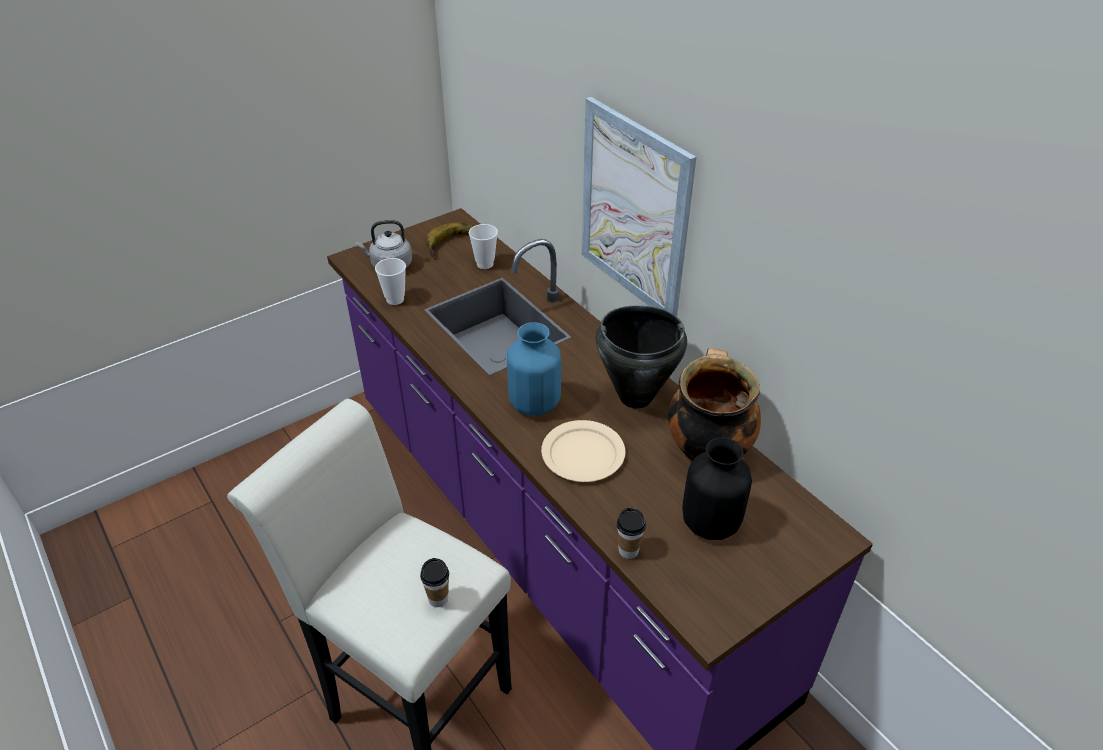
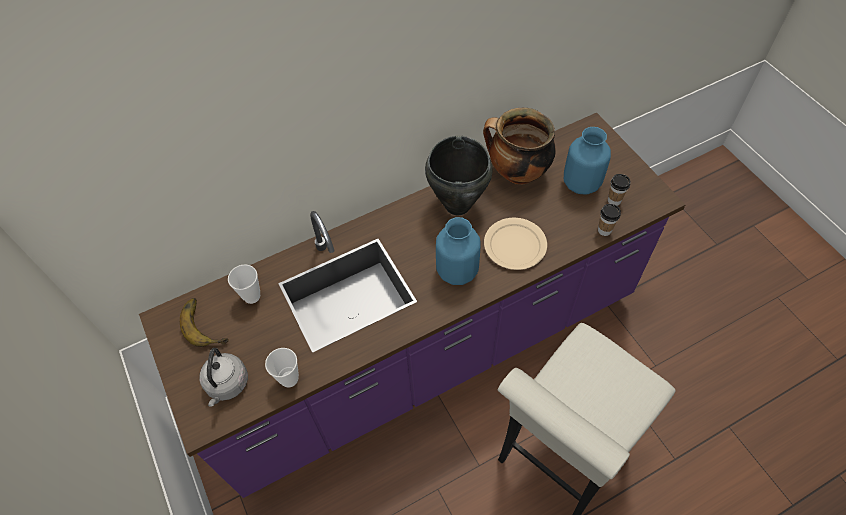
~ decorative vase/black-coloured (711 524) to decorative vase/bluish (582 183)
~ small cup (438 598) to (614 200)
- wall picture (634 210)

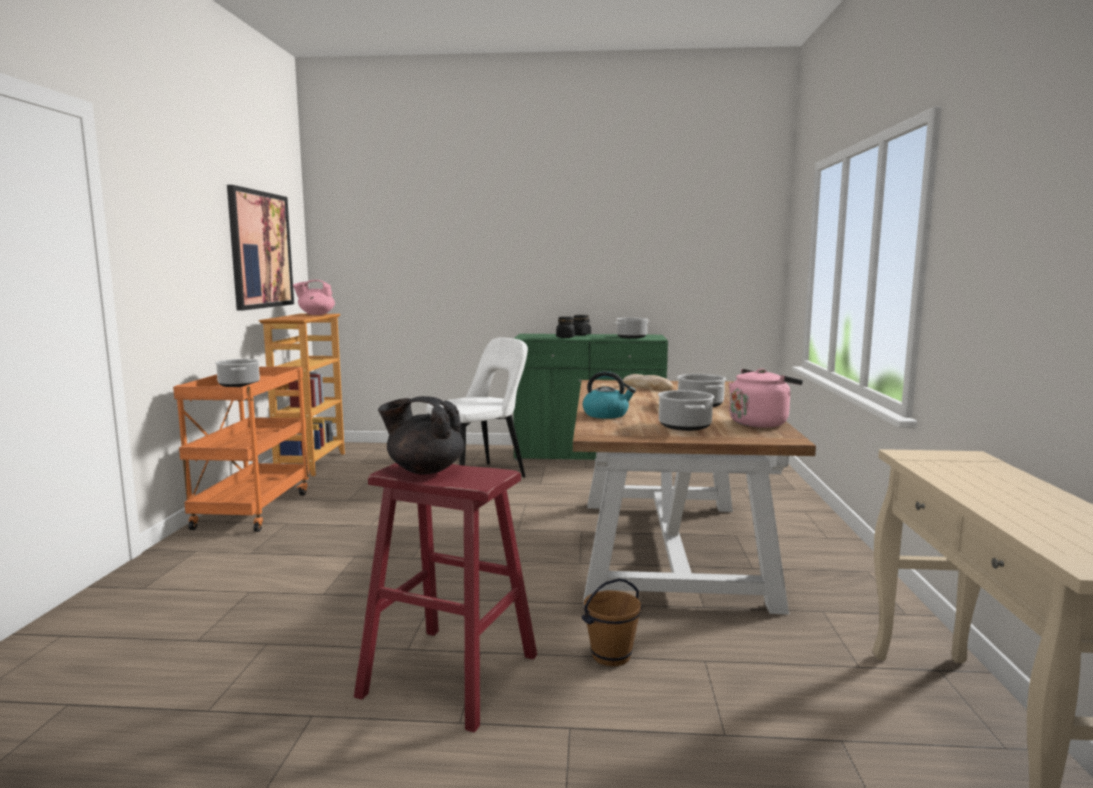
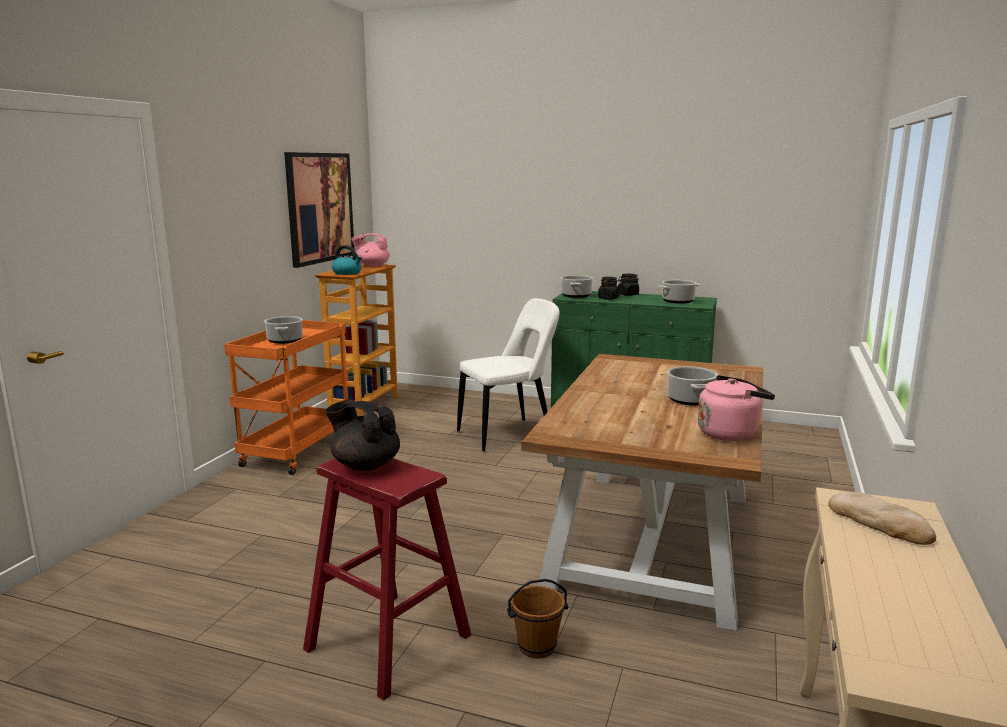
~ tea kettle (606 414) to (347 273)
~ cooking pot (685 426) to (576 296)
~ bakery bread (647 387) to (880 523)

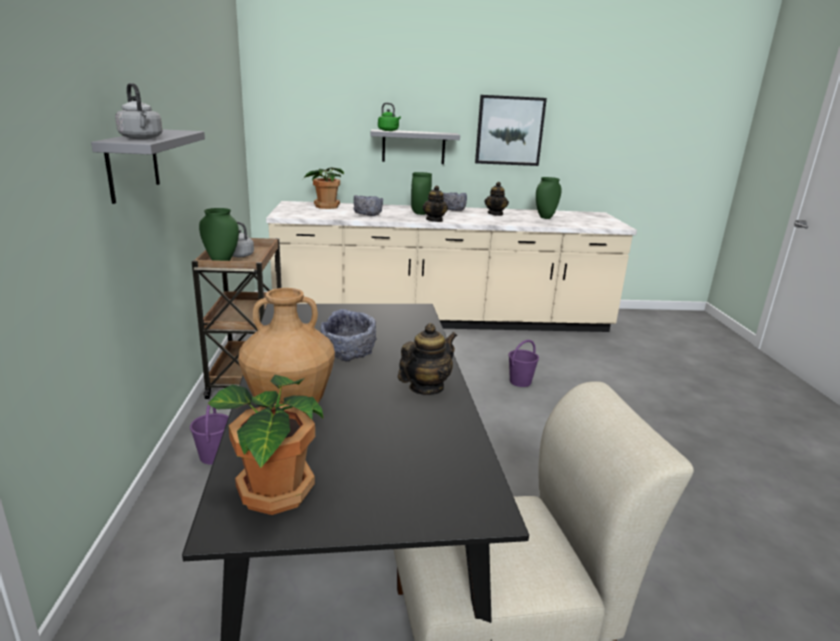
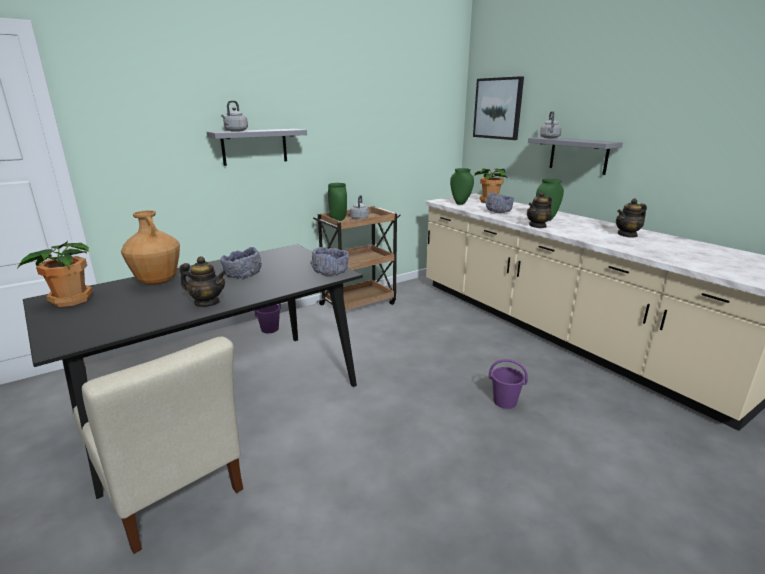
~ bowl/gray (452 209) to (330 272)
~ decorative vase/green-coloured (545 217) to (460 203)
~ wall picture (509 130) to (498 108)
~ tea kettle/green-coloured (389 130) to tea kettle/gray (549 138)

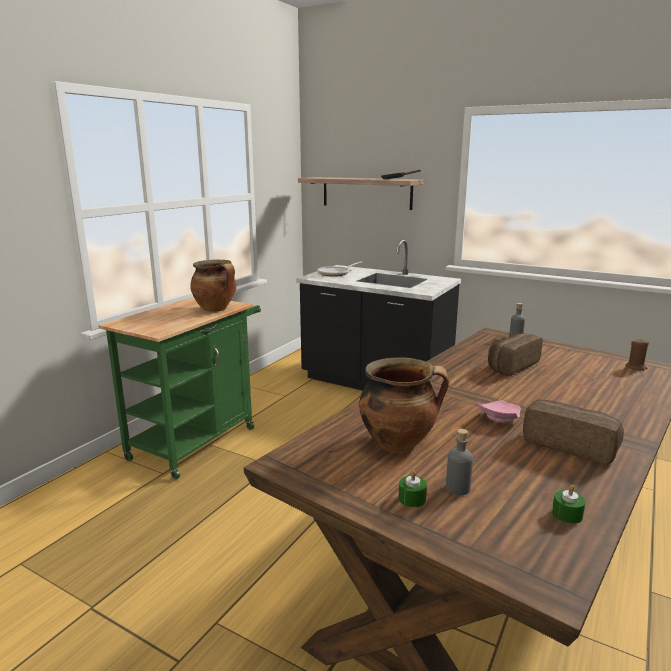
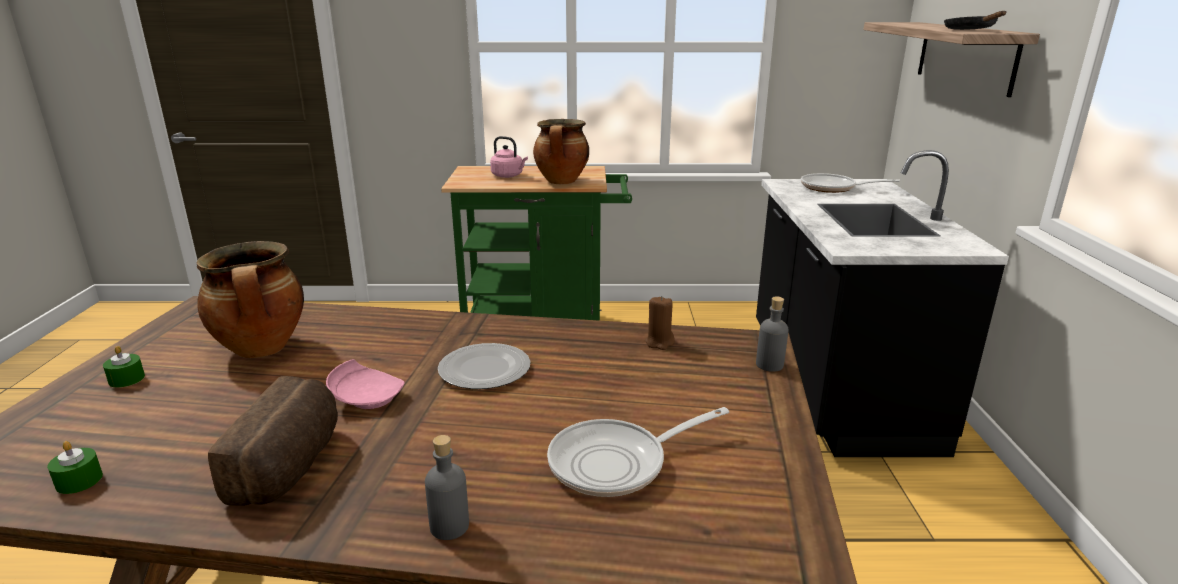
~ drink bottle/gray (457 488) to (449 526)
+ dinner plate (486 370)
+ tea kettle/pinkish (508 176)
+ pan (617 463)
~ wax candle/brownish (636 367) to (659 342)
- bakery bread (510 366)

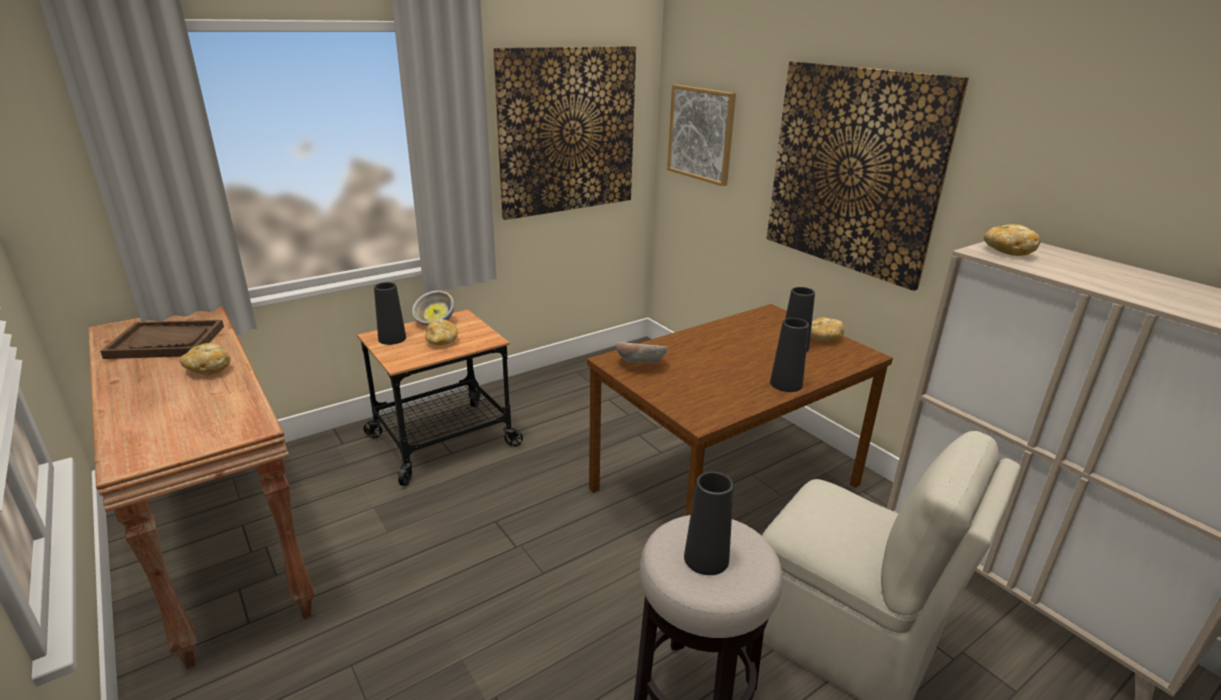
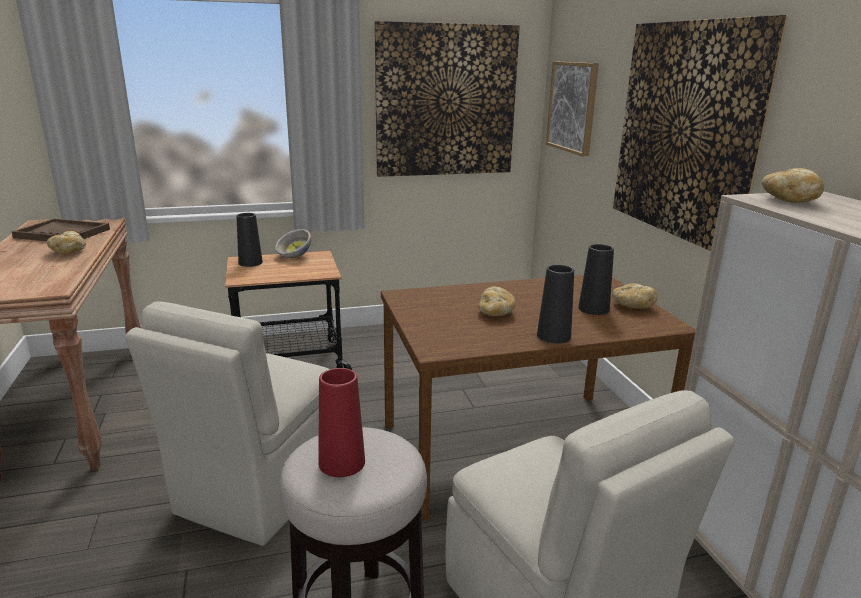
+ chair/beige (258 489)
~ decorative vase/black-coloured (706 558) to decorative vase/red-coloured (342 462)
~ bakery bread (441 341) to (495 312)
- bowl (640 364)

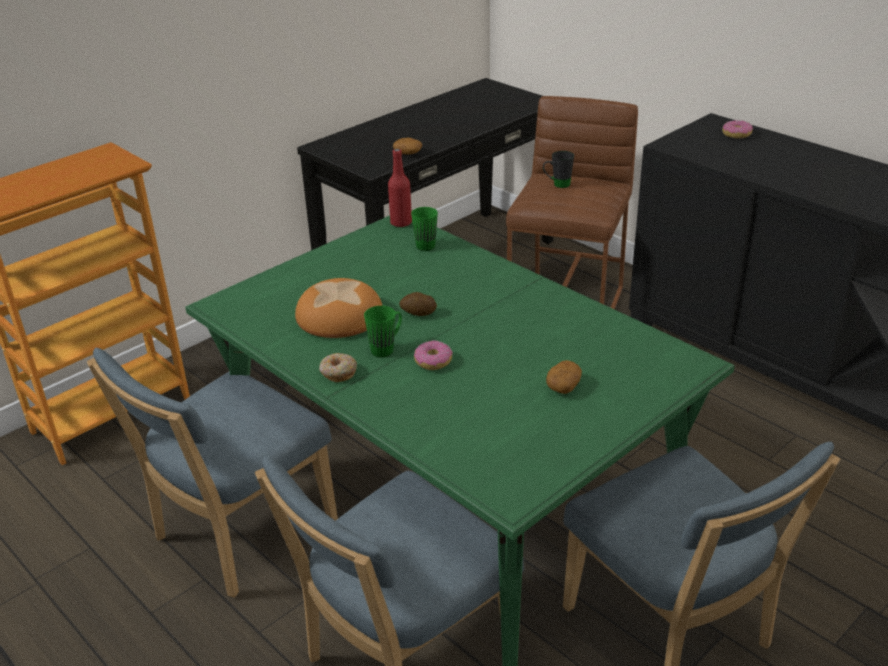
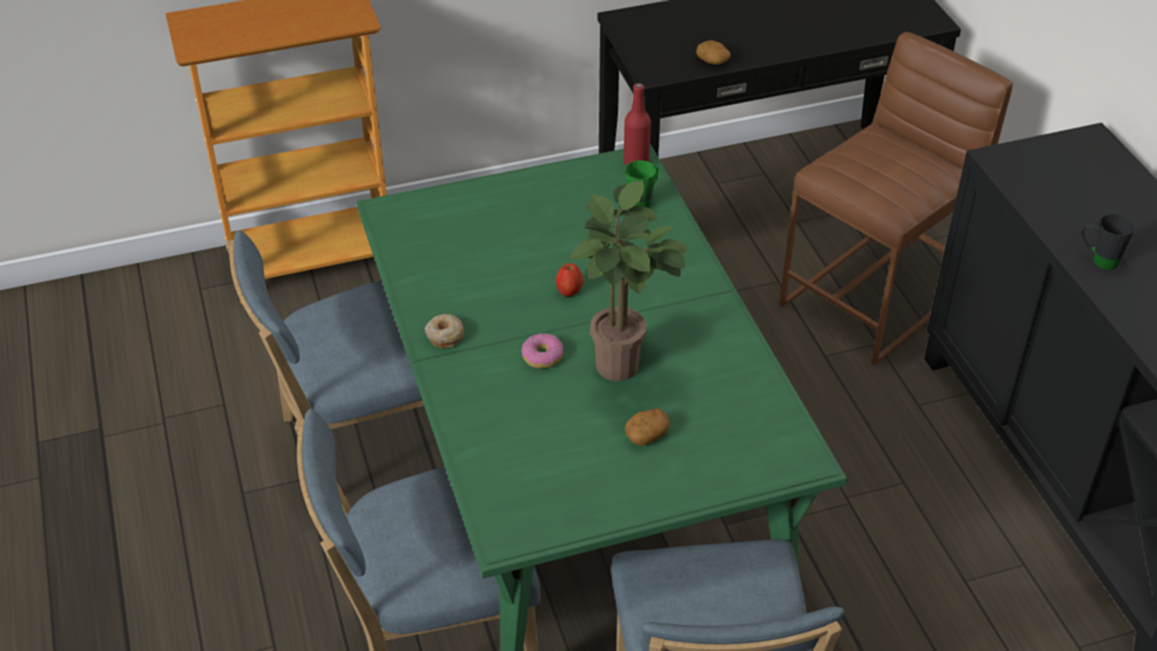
~ spud (418 313) to apple (569 292)
+ potted plant (622 371)
~ tea mug/black-coloured (557 184) to (1098 260)
- bakery bread (340 315)
- tea mug/green-coloured (387 348)
- ring doughnut (736 134)

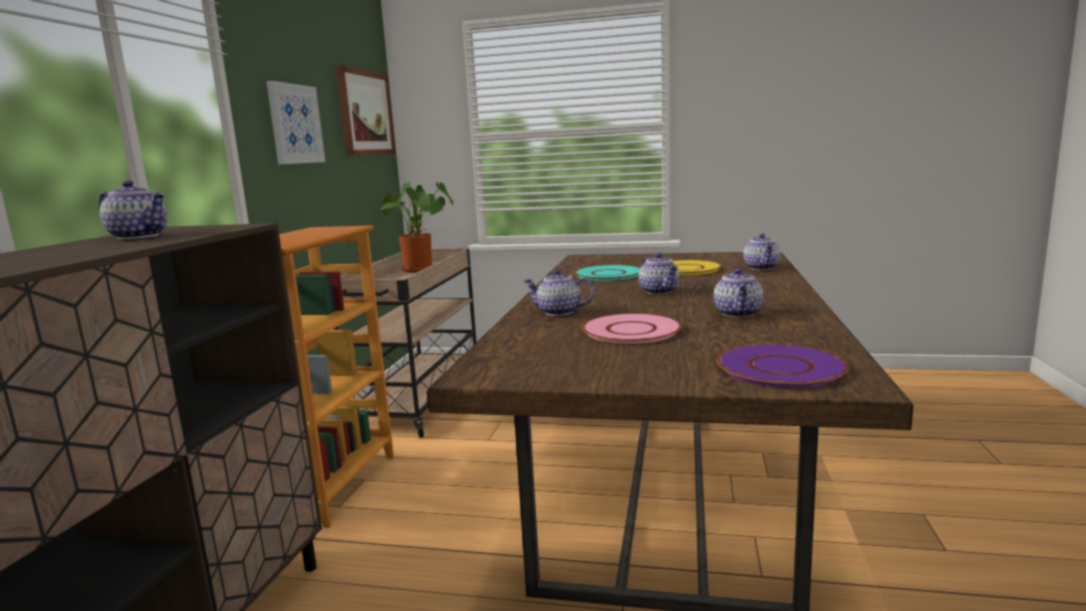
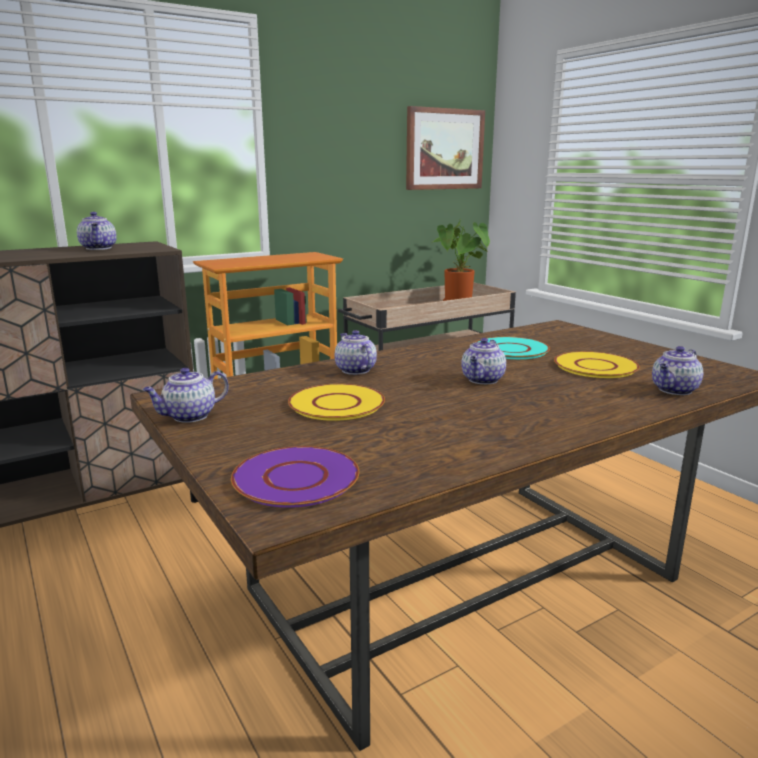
~ pot for tea (738 313) to (189 416)
~ dinner plate/pinkish (632 330) to dinner plate/yellow-coloured (337 404)
- wall picture (295 124)

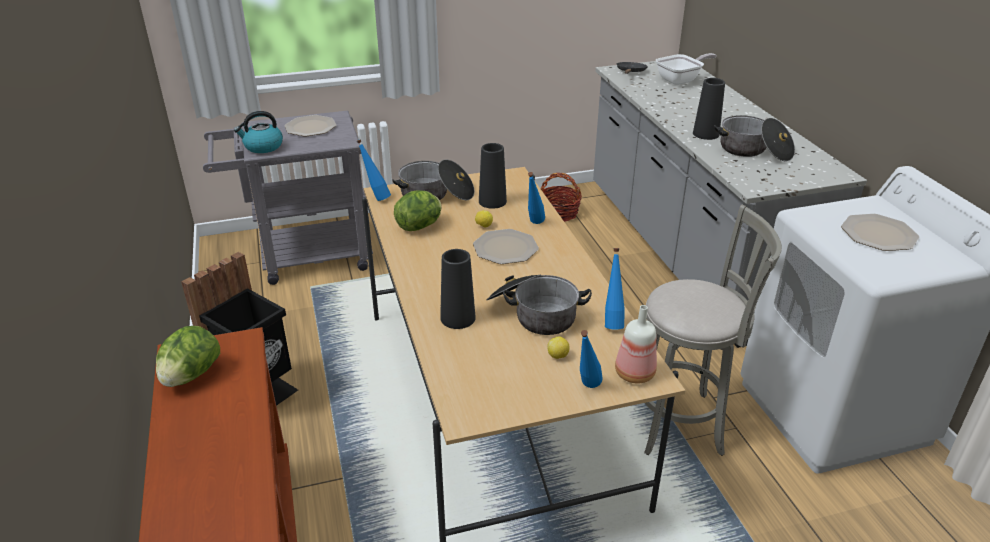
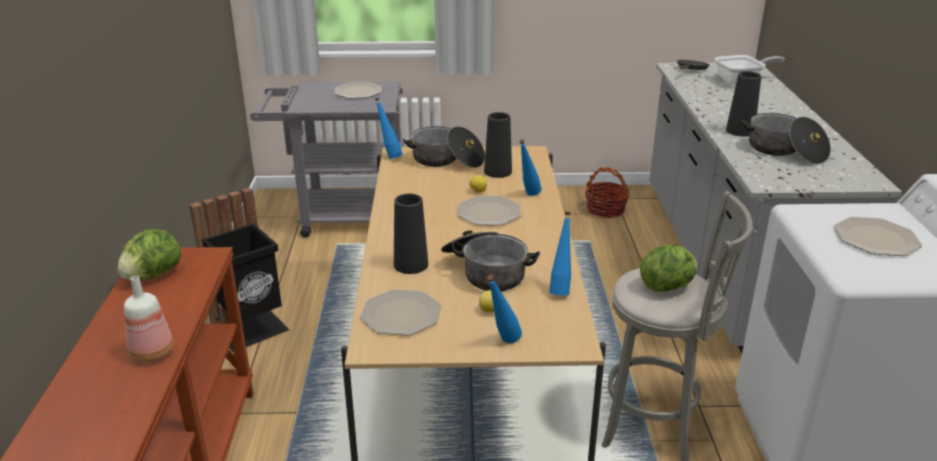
~ drink bottle (633 373) to (150 353)
+ dinner plate (400 314)
~ lettuce (420 226) to (667 287)
- tea kettle (263 147)

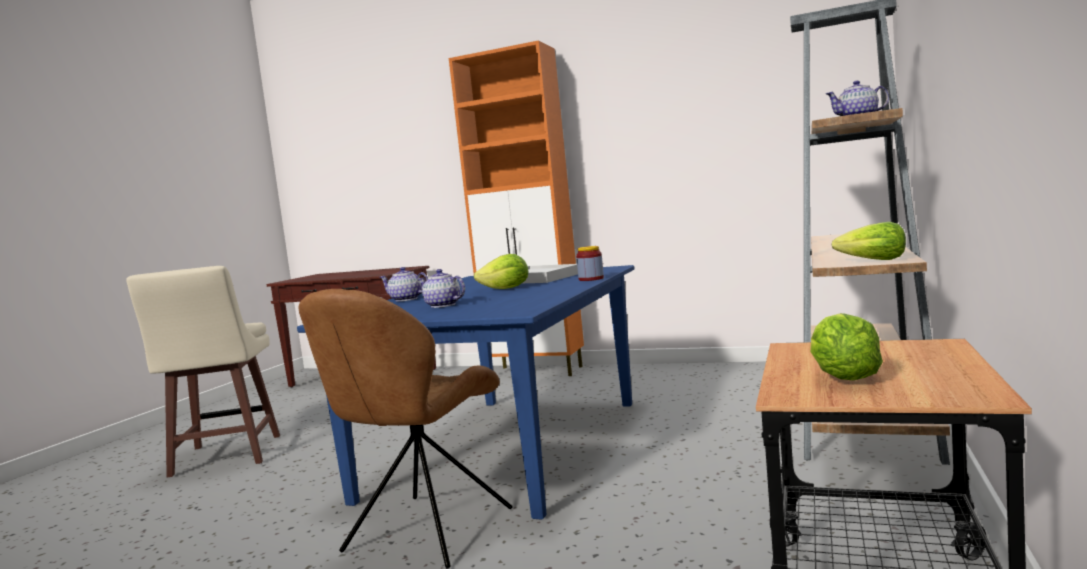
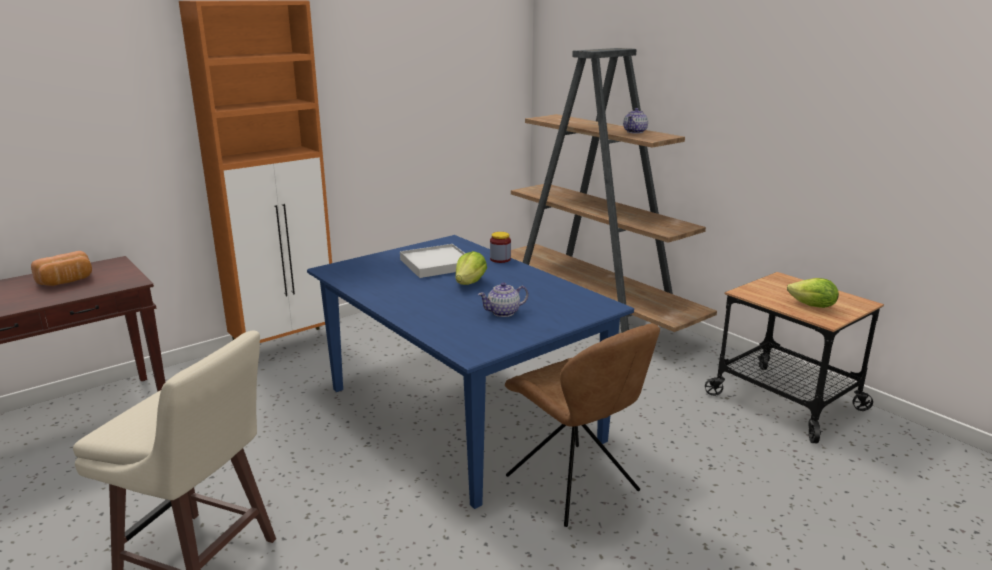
+ bakery bread (67 281)
- pot for tea (406 299)
- lettuce (872 261)

